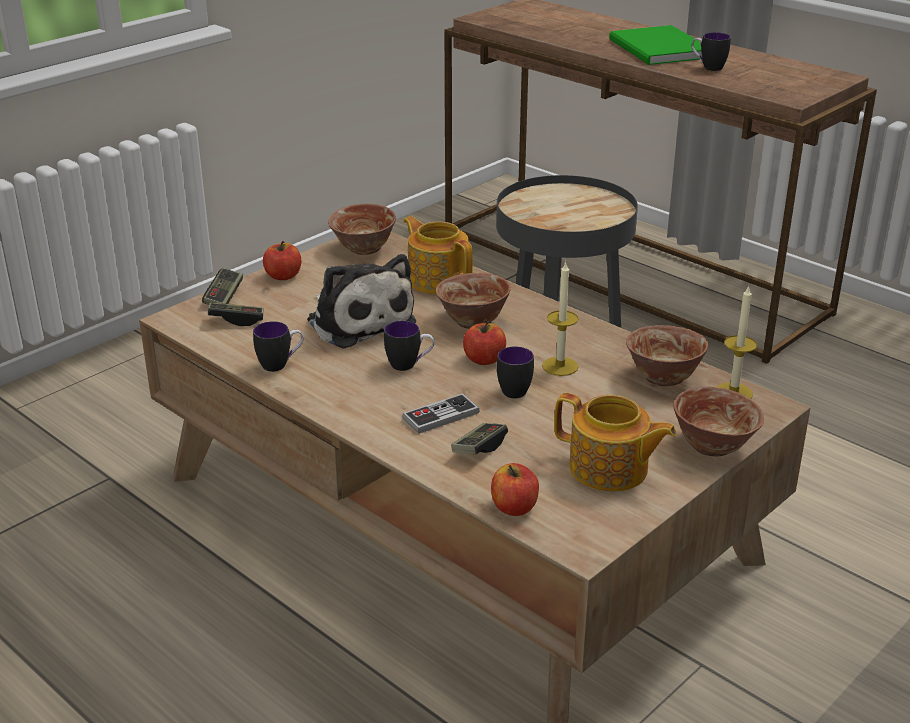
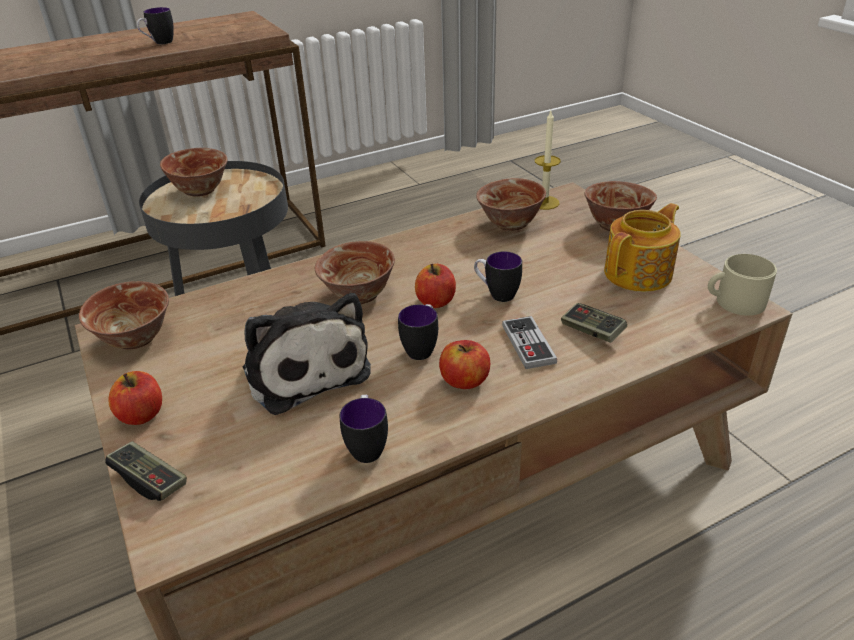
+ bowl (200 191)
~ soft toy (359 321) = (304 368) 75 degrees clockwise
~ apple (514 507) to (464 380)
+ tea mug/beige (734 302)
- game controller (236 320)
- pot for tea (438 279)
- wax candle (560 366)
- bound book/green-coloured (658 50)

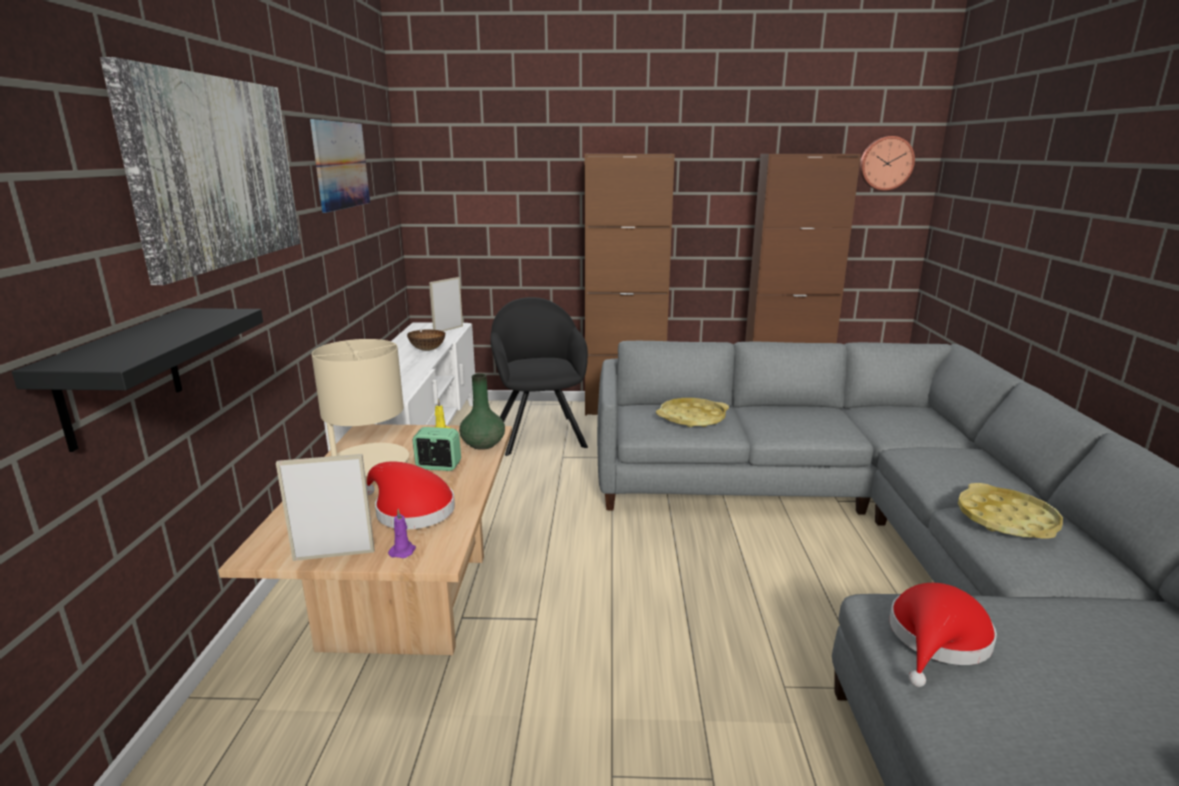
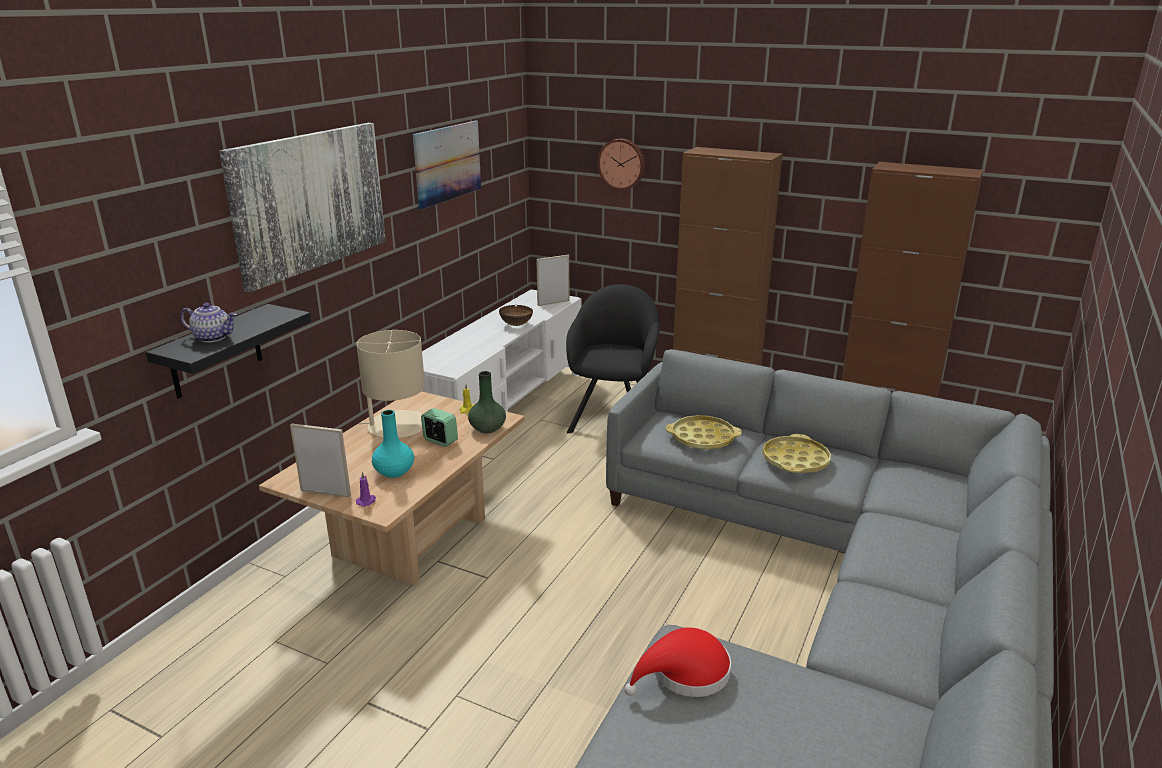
+ pot for tea (213 337)
~ clothing hat/red-coloured (410 510) to decorative vase/turquoise-coloured (394 472)
~ clock on the wall (886 163) to (622 164)
~ carrying tray/yellow-coloured (1006 520) to (795 460)

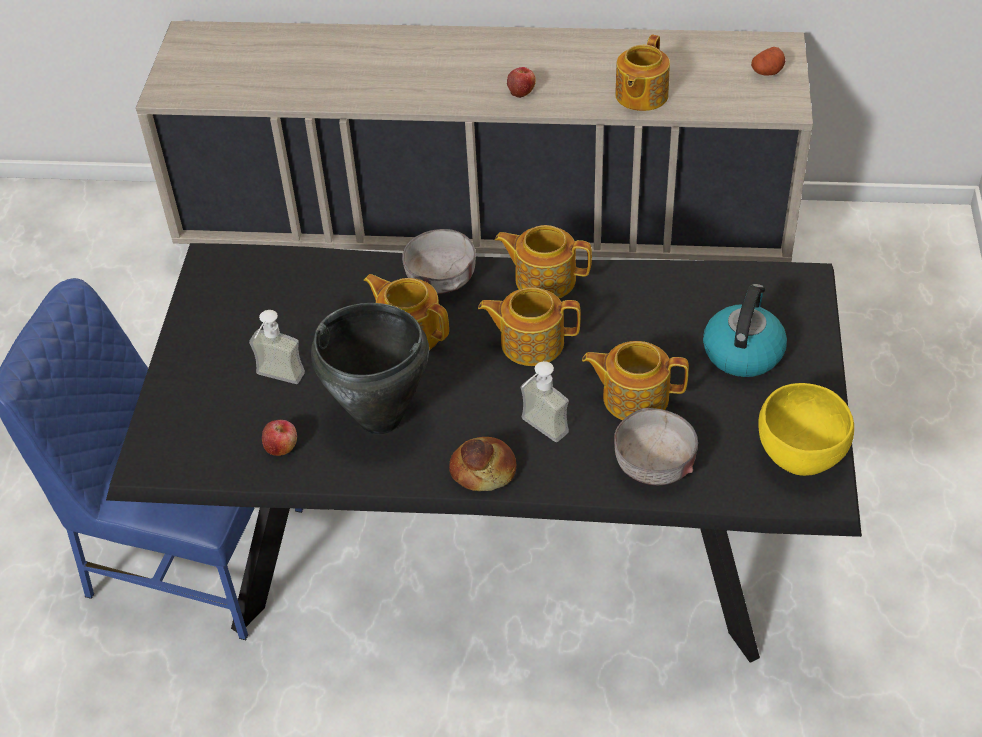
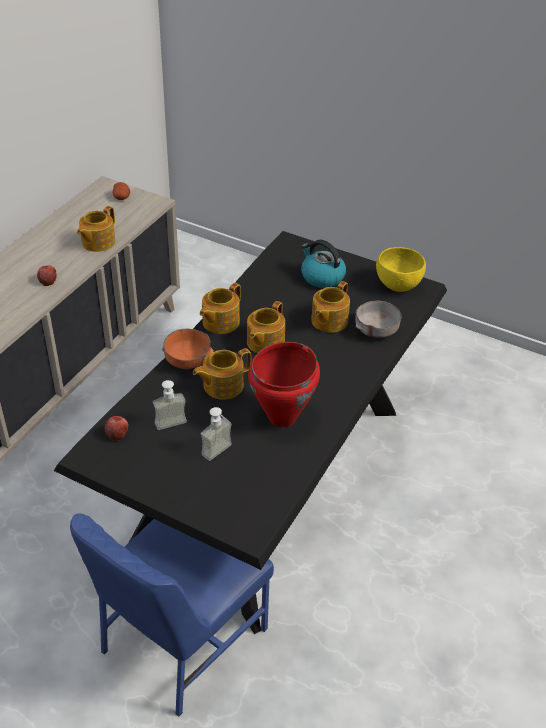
~ pot for tea (640 95) = (97 242) 75 degrees clockwise
~ apple (281 447) to (117 434)
~ liquid soap bottle (538 431) to (172 427)
~ bowl/gray (441 278) to bowl/orange-coloured (187 360)
~ cooking pot/black-coloured (380 419) to cooking pot/red-coloured (283 417)
- bakery bread (483 470)

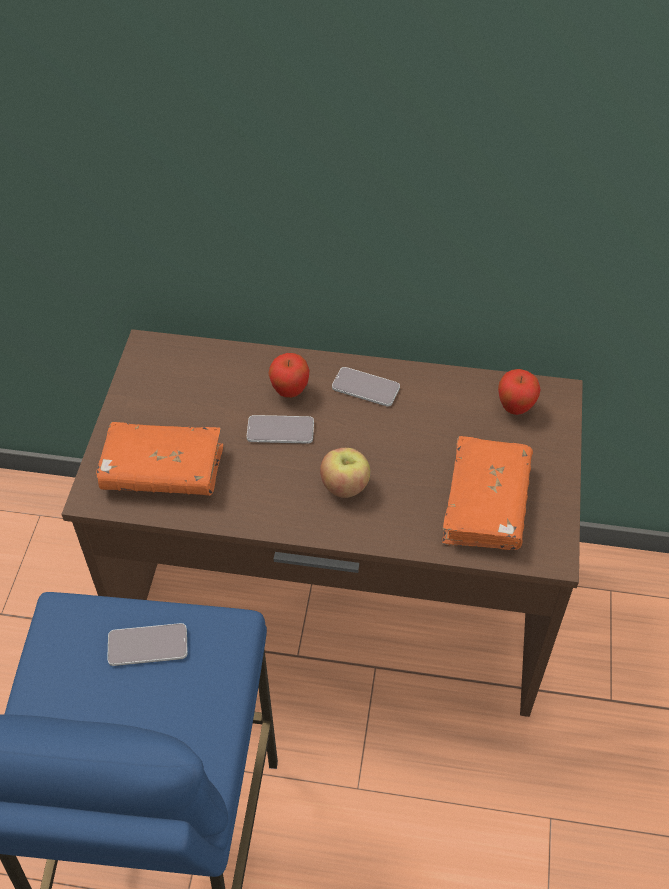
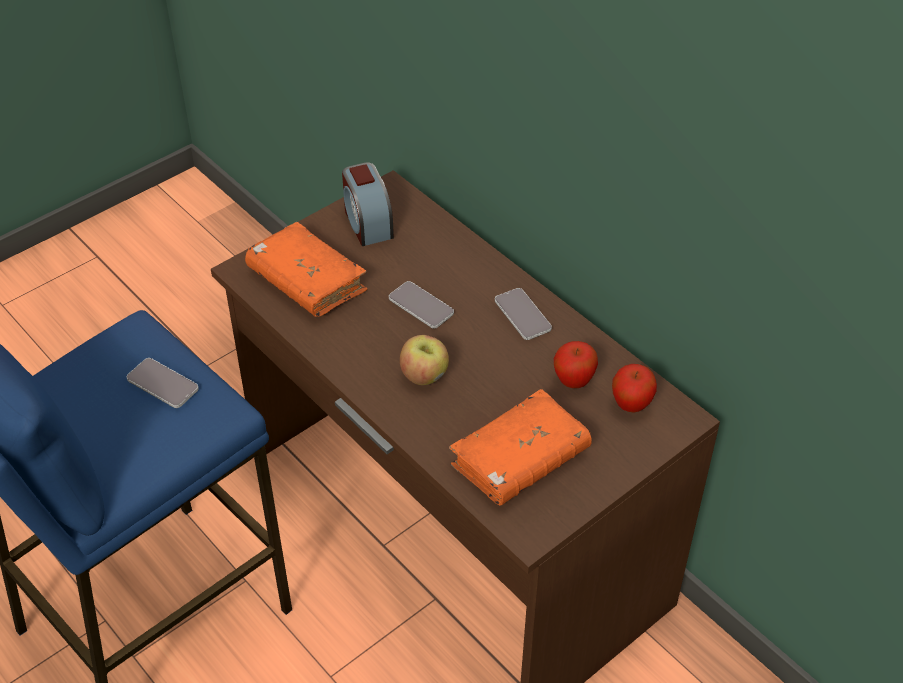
+ table clock (367 223)
~ apple (290 391) to (573 382)

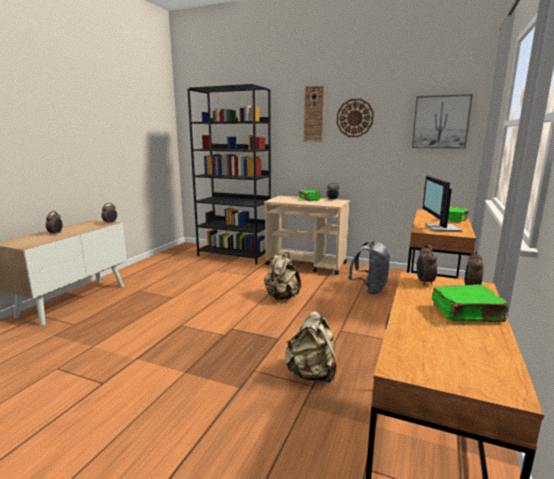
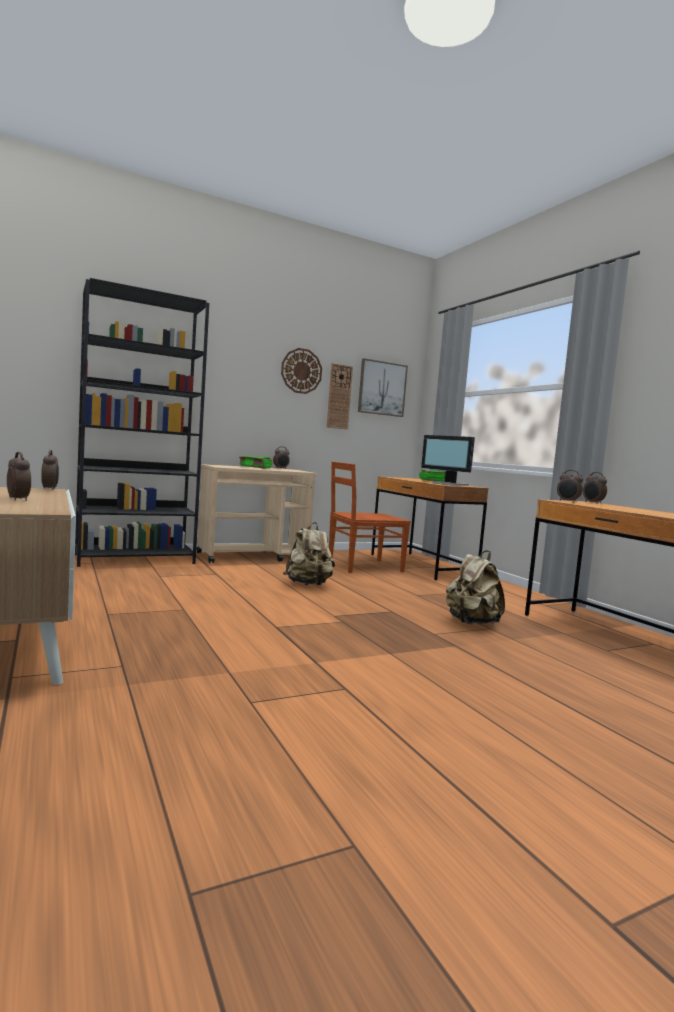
~ clock on the wall (314 114) to (339 396)
~ backpack/gray (369 289) to chair/brownish (363 566)
- bound book/green-coloured (467 314)

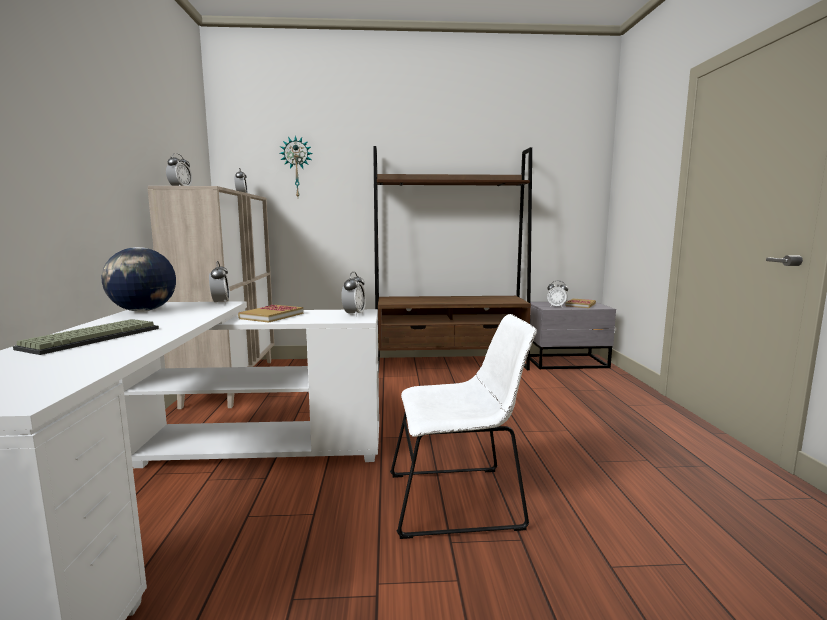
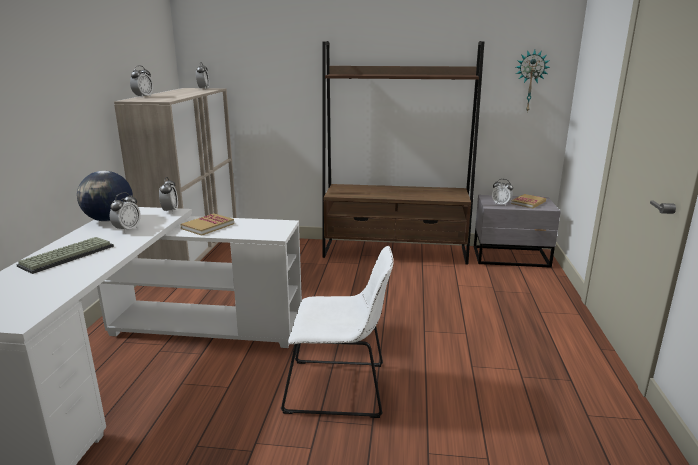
~ table clock (354 314) to (127 230)
~ clock on the wall (297 167) to (530 81)

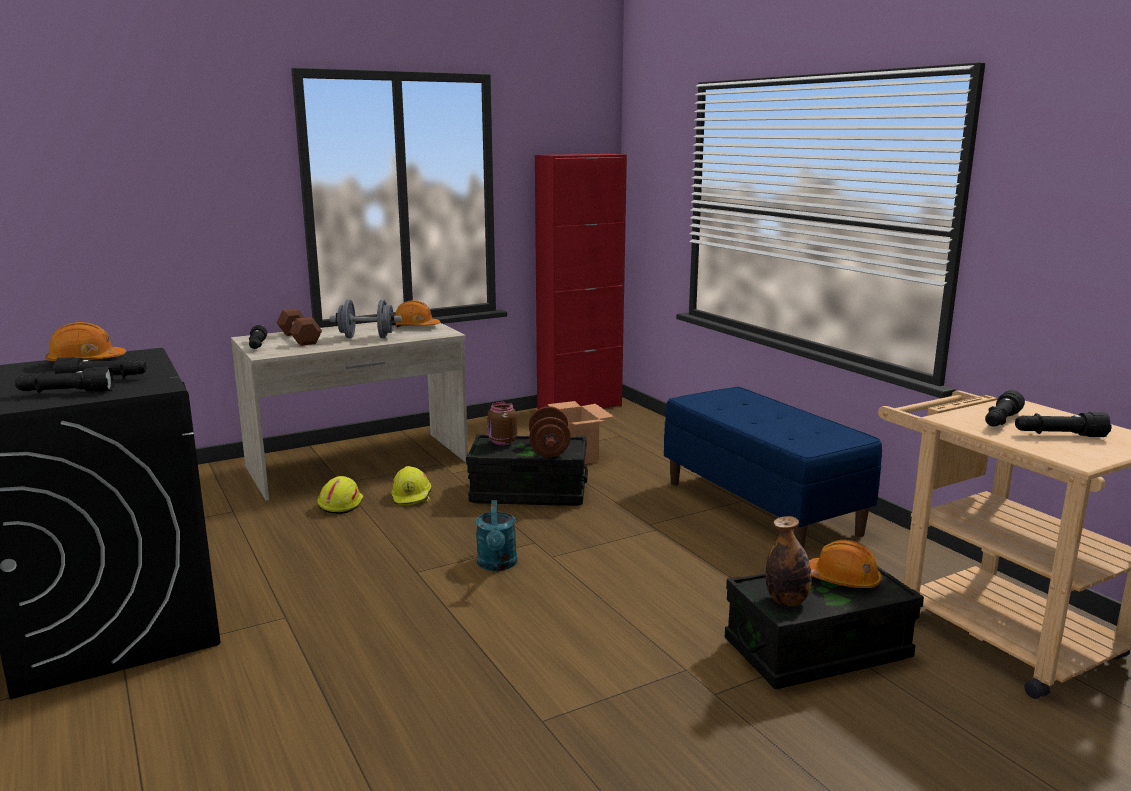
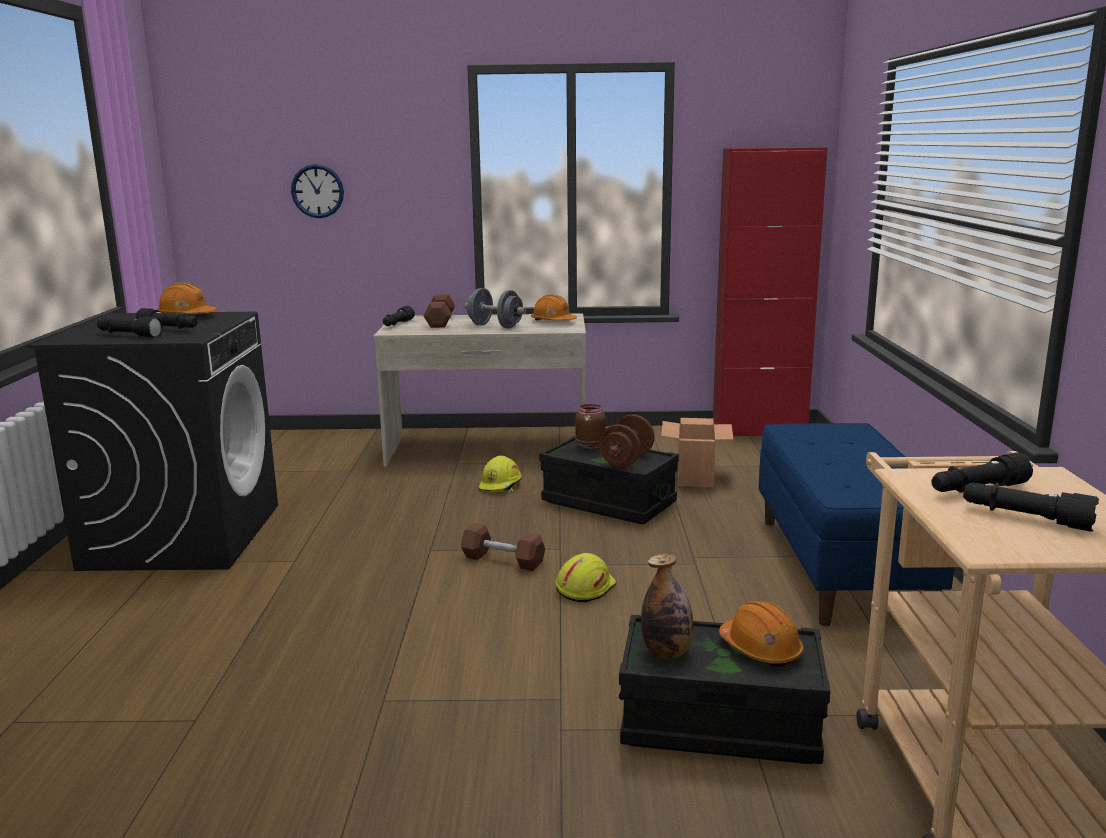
+ clock on the wall (317 191)
~ watering pot/turquoise-coloured (497 565) to hand weight/brownish (503 560)
~ hard hat/yellow-coloured (340 504) to (584 588)

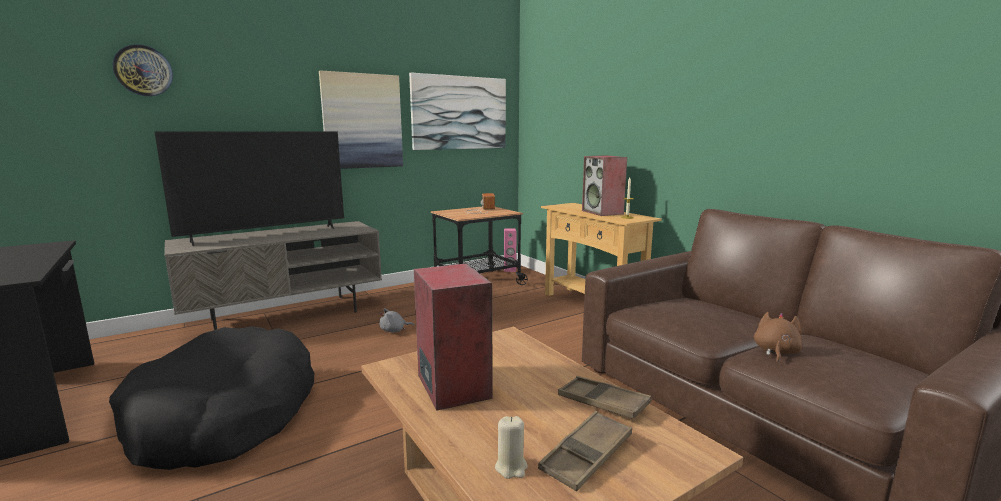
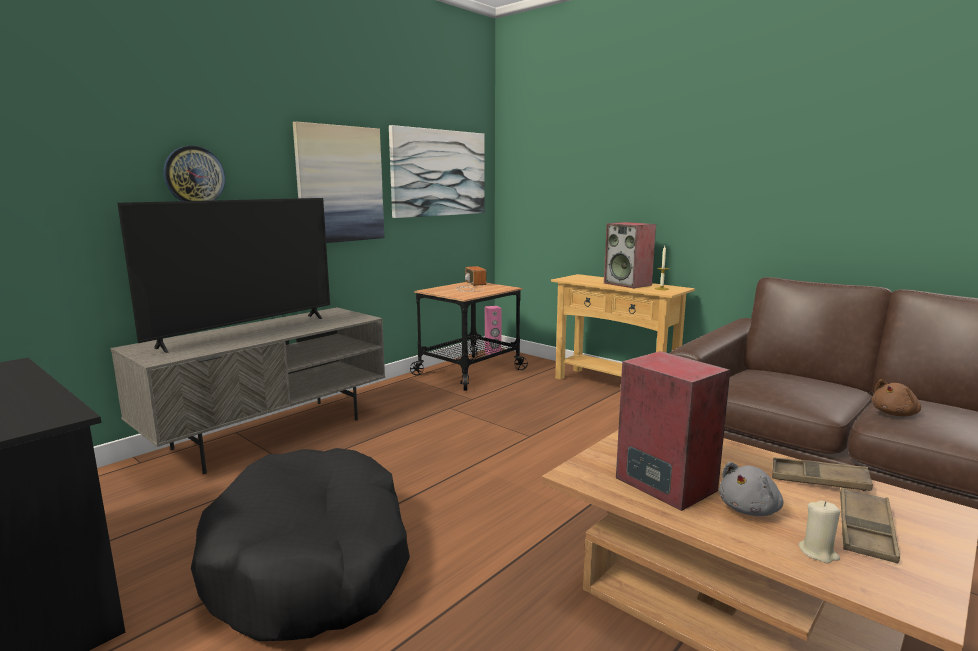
~ clock on the wall (143 71) to (194 176)
~ soft toy/gray (394 330) to (750 509)
~ soft toy/brownish (775 352) = (895 414) 135 degrees counterclockwise

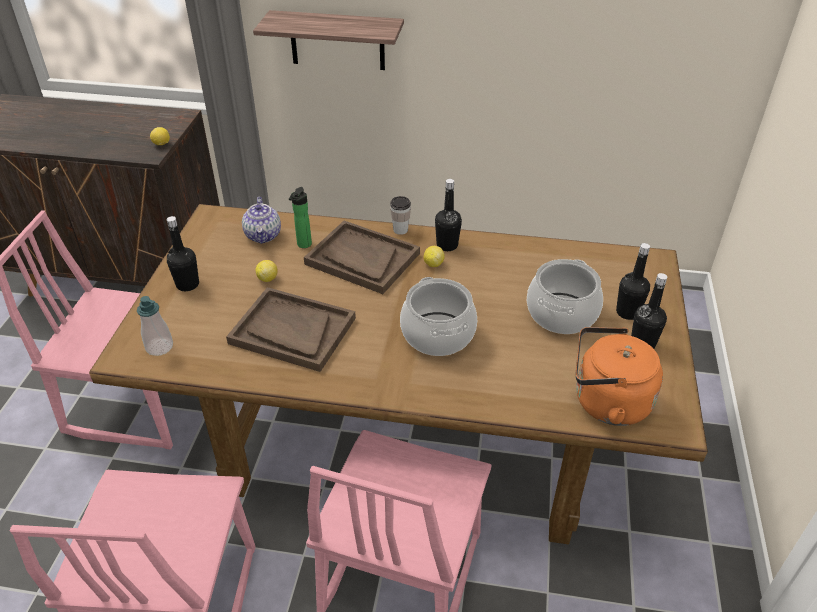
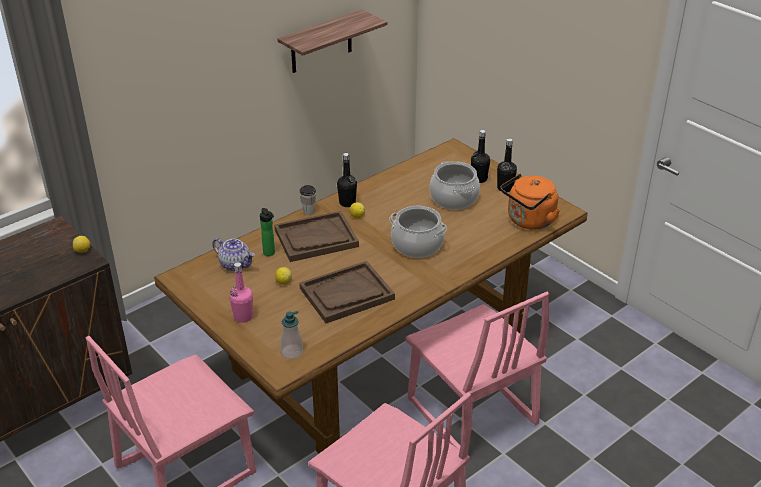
~ drink bottle/black-coloured (187 284) to drink bottle/pinkish (243 317)
~ shelf (337 40) to (321 42)

